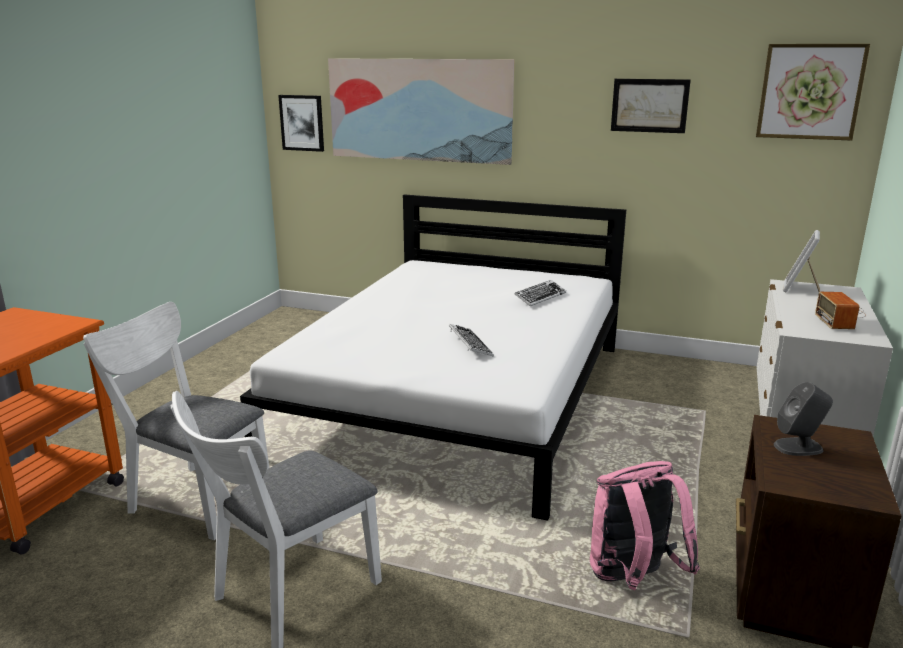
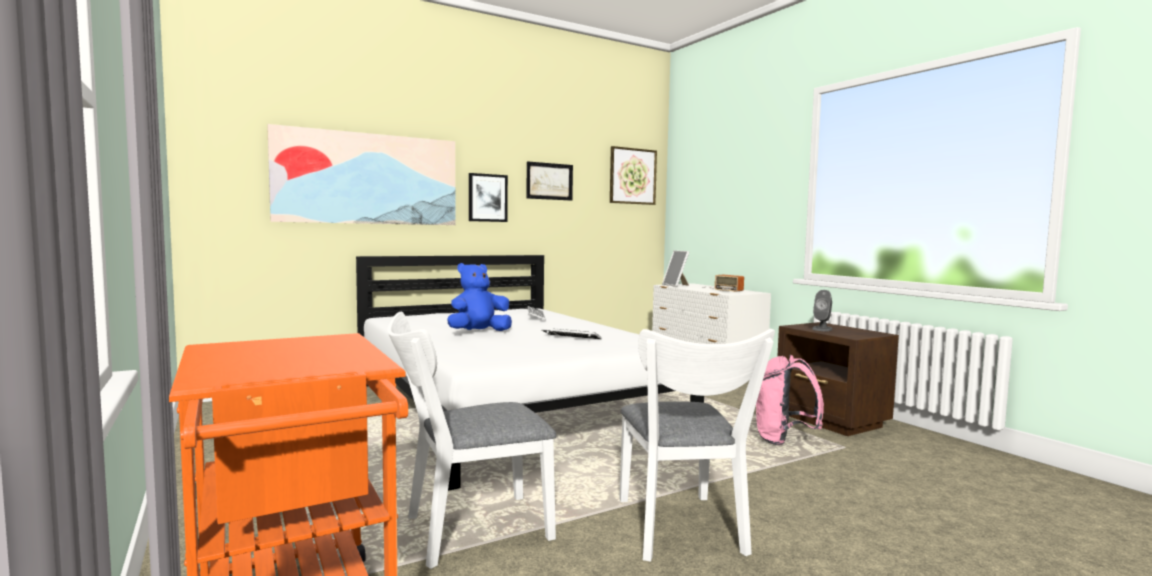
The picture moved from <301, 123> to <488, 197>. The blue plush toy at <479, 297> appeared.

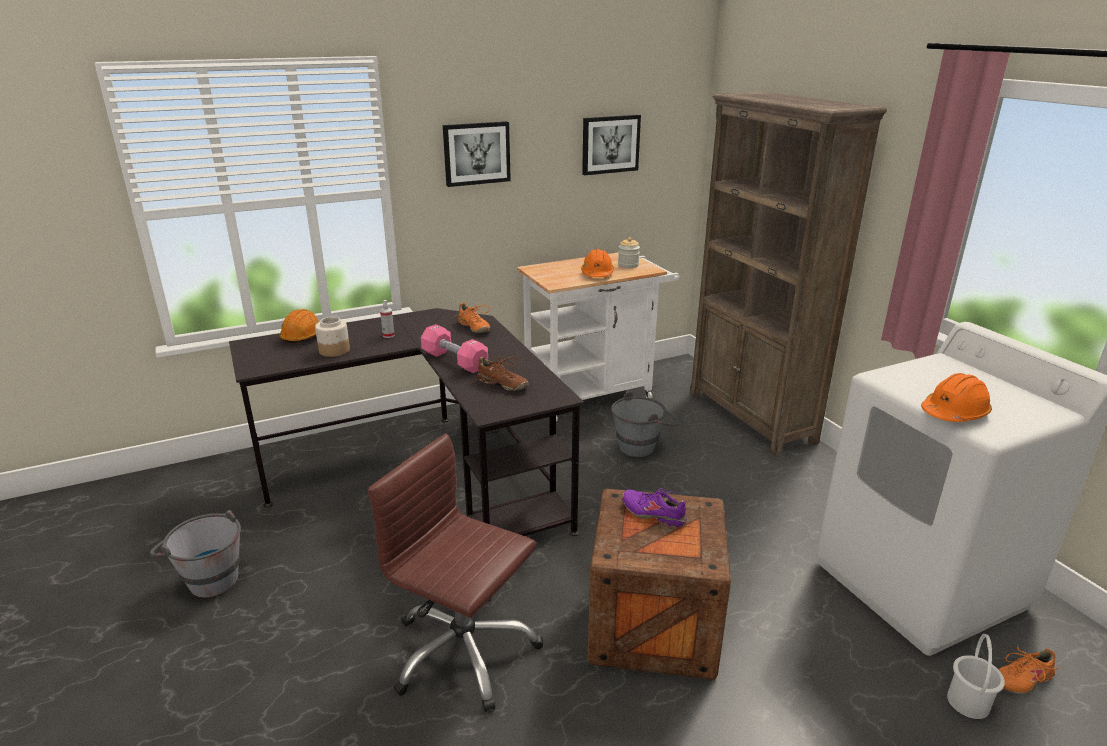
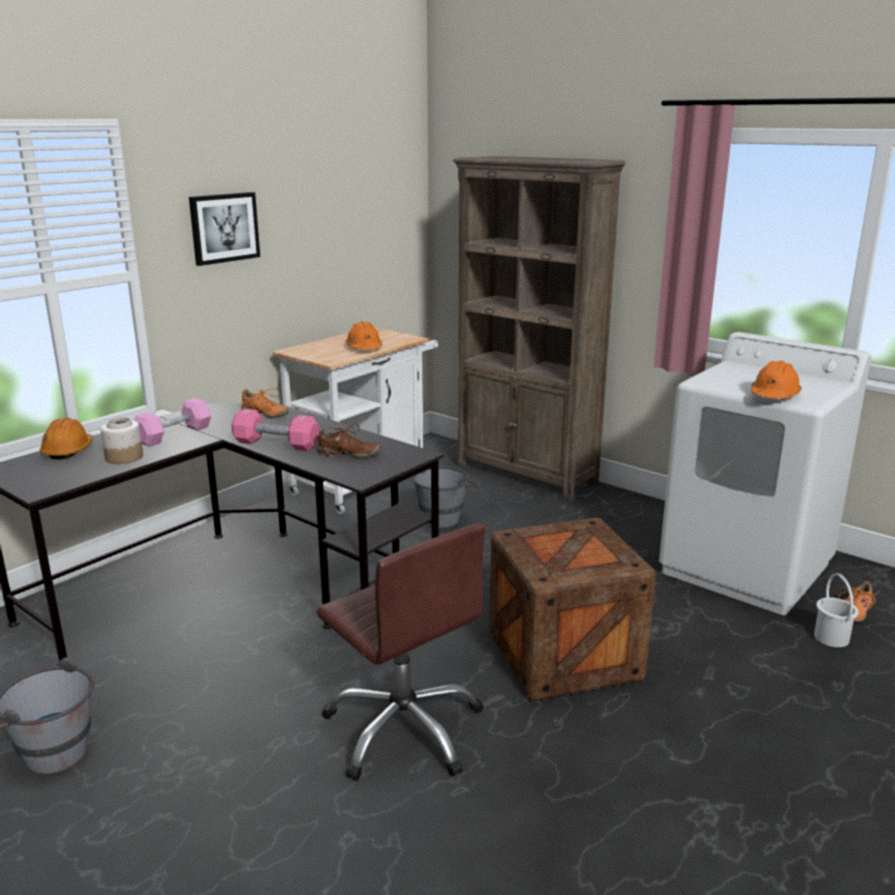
The picture at <611, 145> disappeared. The jar at <629, 252> disappeared. The spray bottle at <387, 319> was replaced by the pink dumbbell at <173, 422>. The brown office chair at <456, 572> turned 135 degrees counterclockwise. The purple shoe at <654, 508> disappeared.

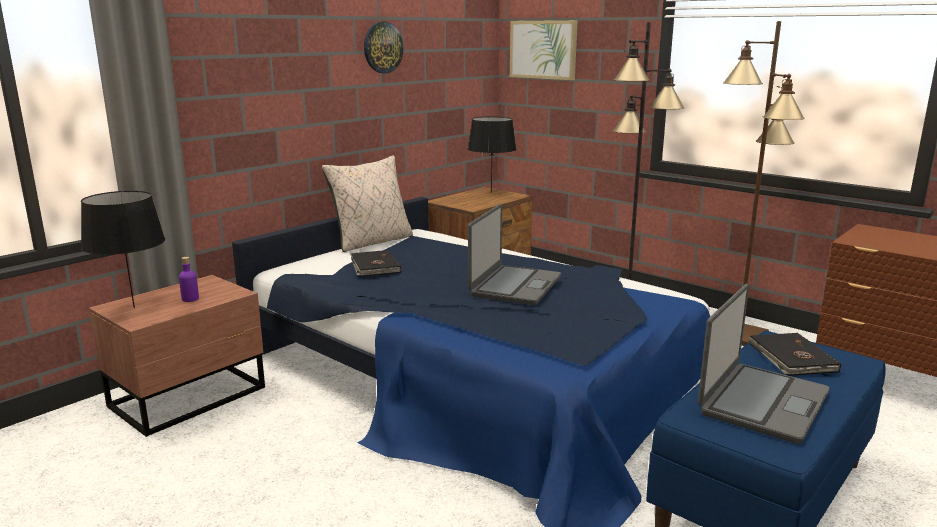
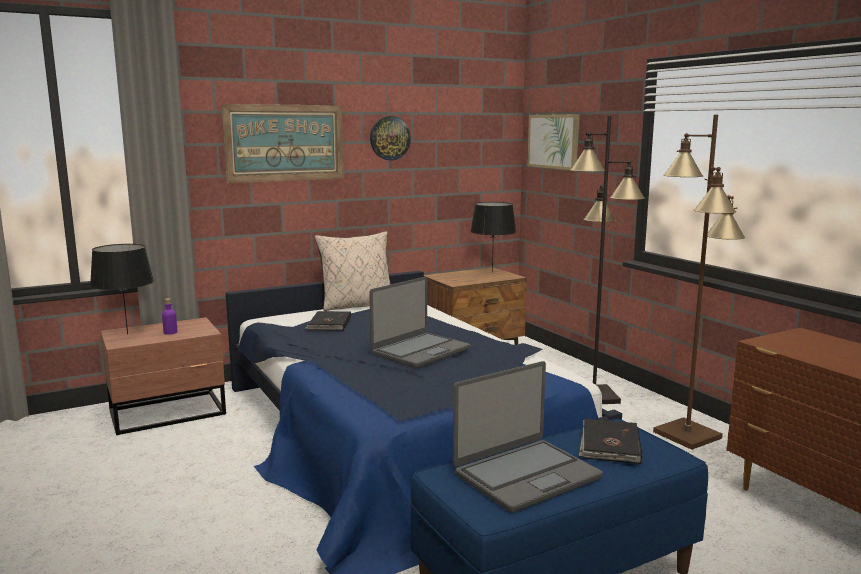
The picture at <282, 143> appeared.

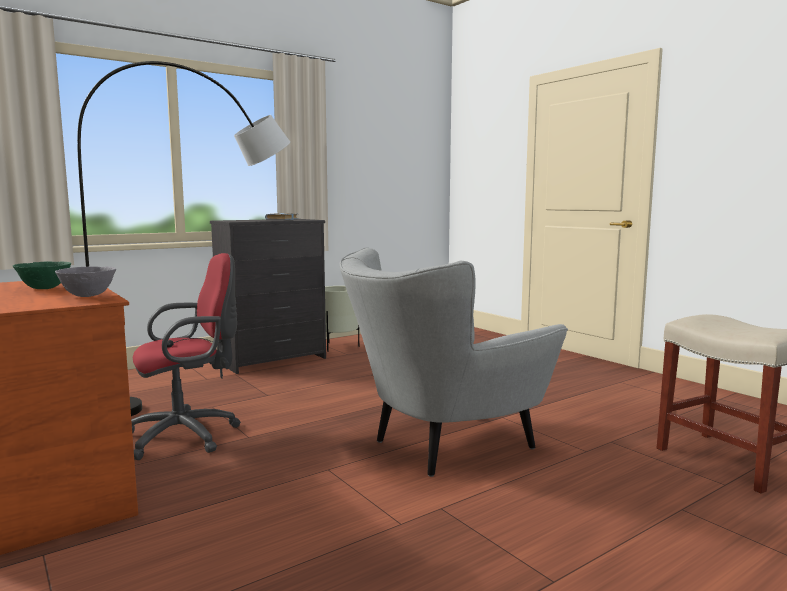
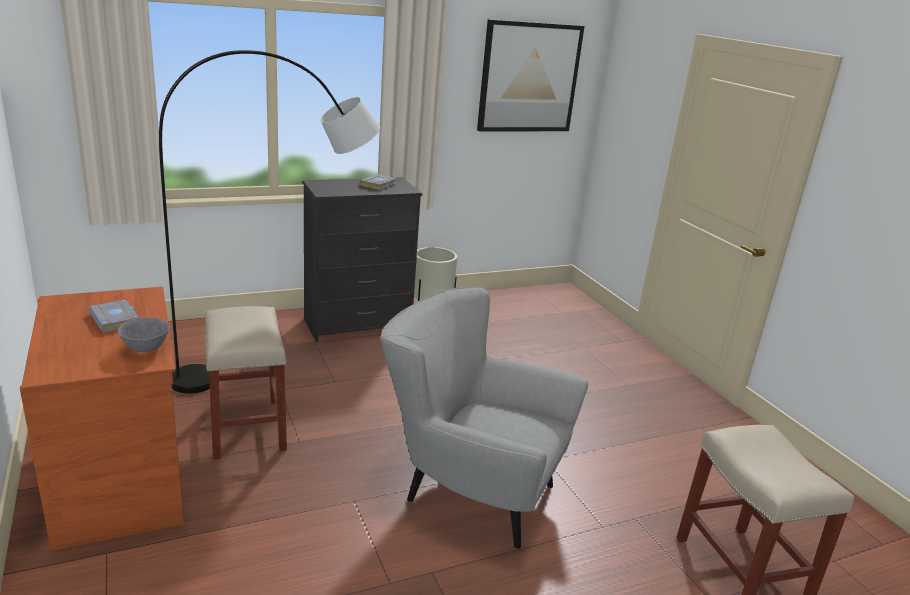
The grey armchair at <453, 362> turned 45 degrees clockwise. The red office chair at <186, 356> was replaced by the beige stool at <246, 383>. The green bowl at <42, 275> was replaced by the grey book at <113, 316>. The picture at <531, 75> appeared.

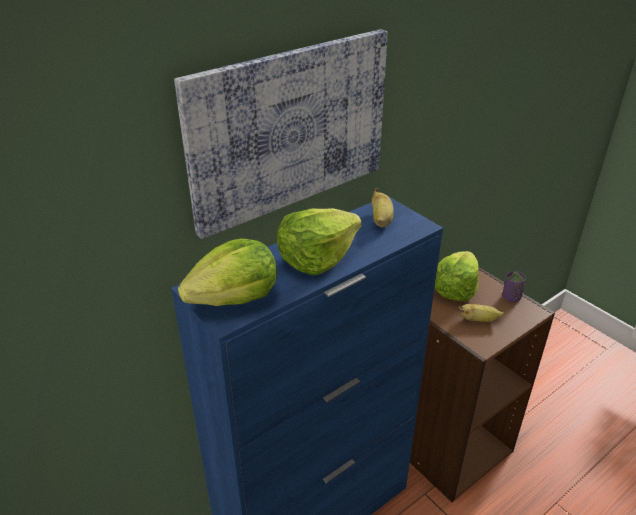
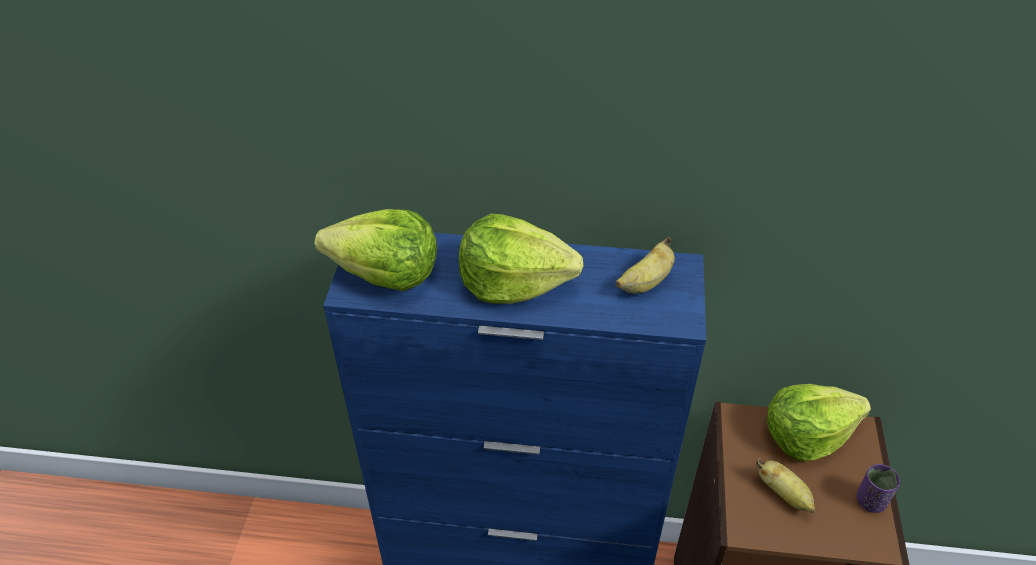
The picture at <281, 134> disappeared.

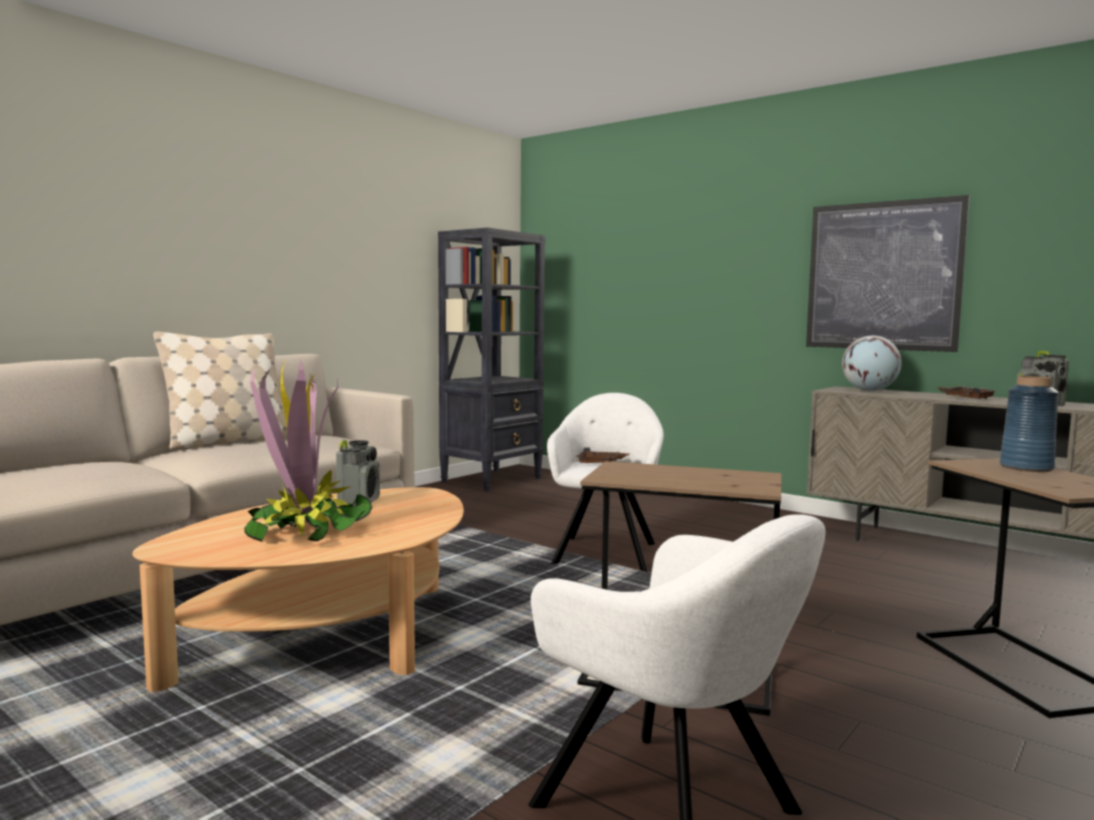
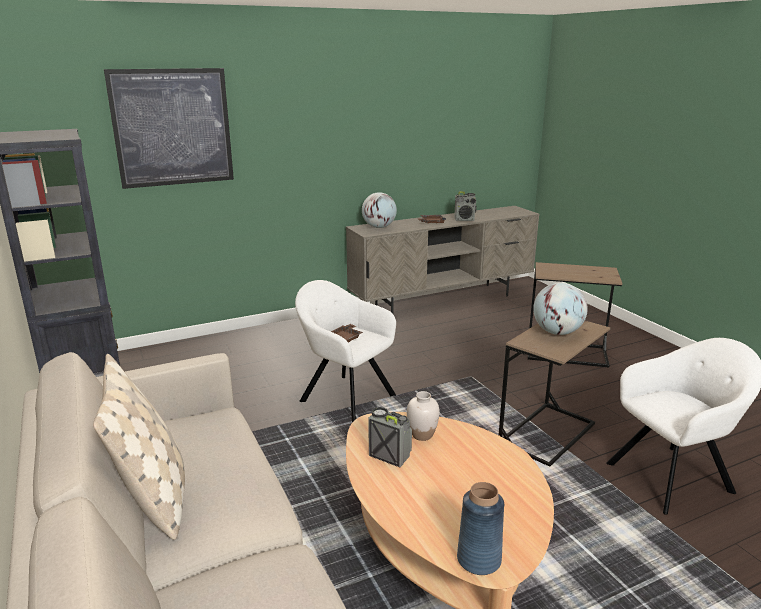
The picture moved from <888, 273> to <169, 128>. The potted plant at <308, 450> disappeared. The blue vase moved from <1029, 424> to <480, 528>. The globe at <560, 309> appeared. The white vase at <423, 416> appeared.

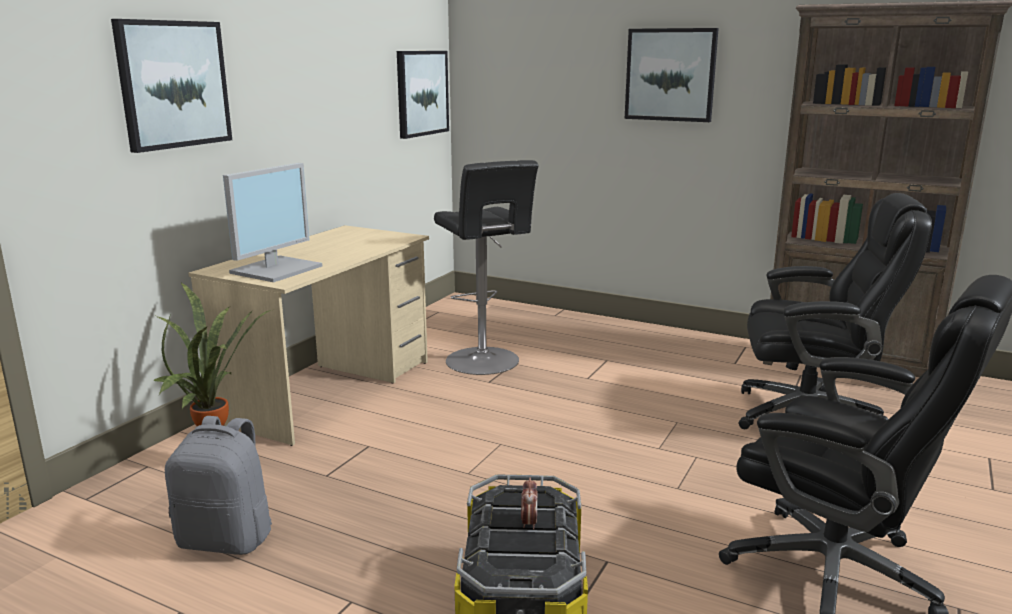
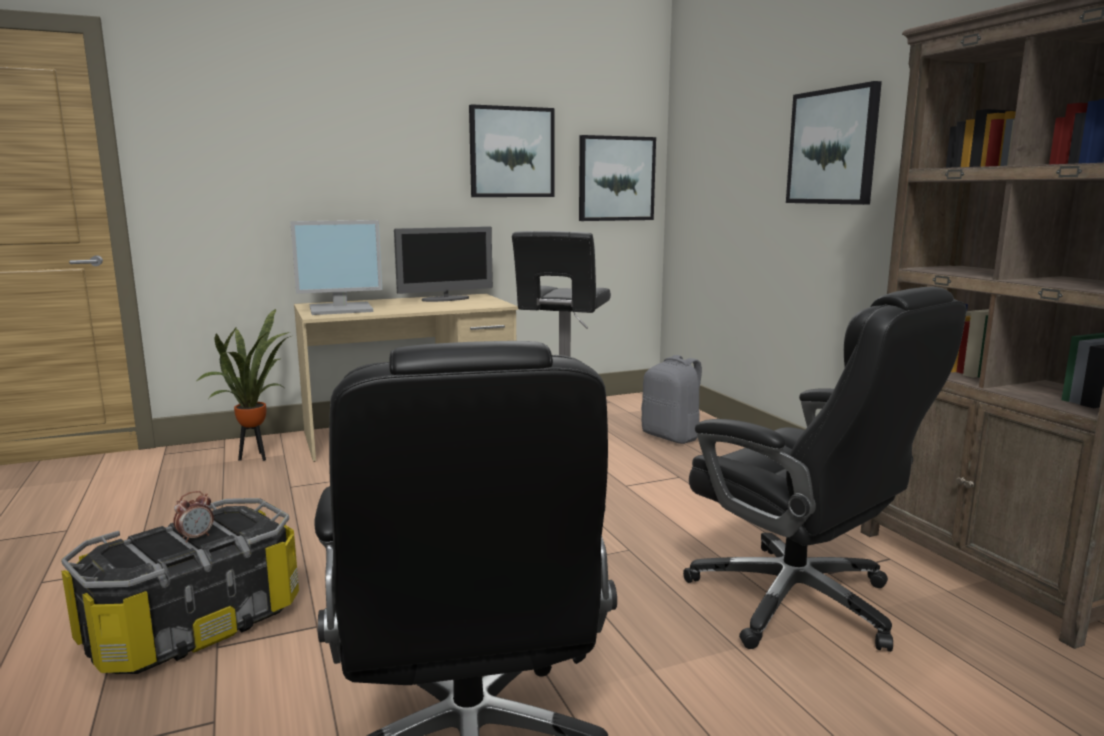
The picture moved from <171, 86> to <511, 150>. The grey backpack moved from <218, 485> to <671, 399>. The monitor at <443, 264> appeared.

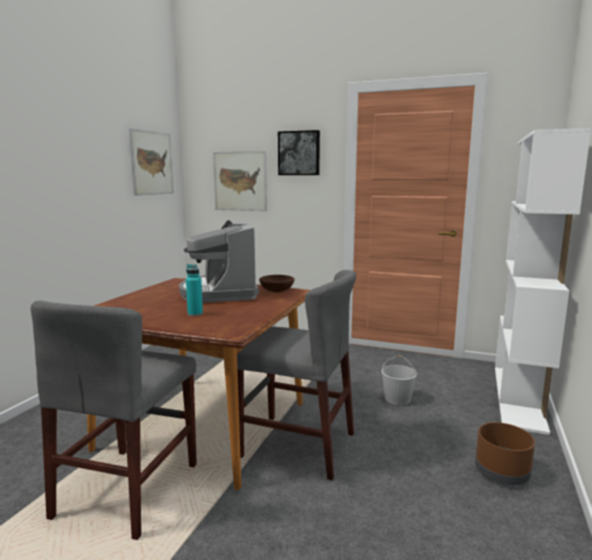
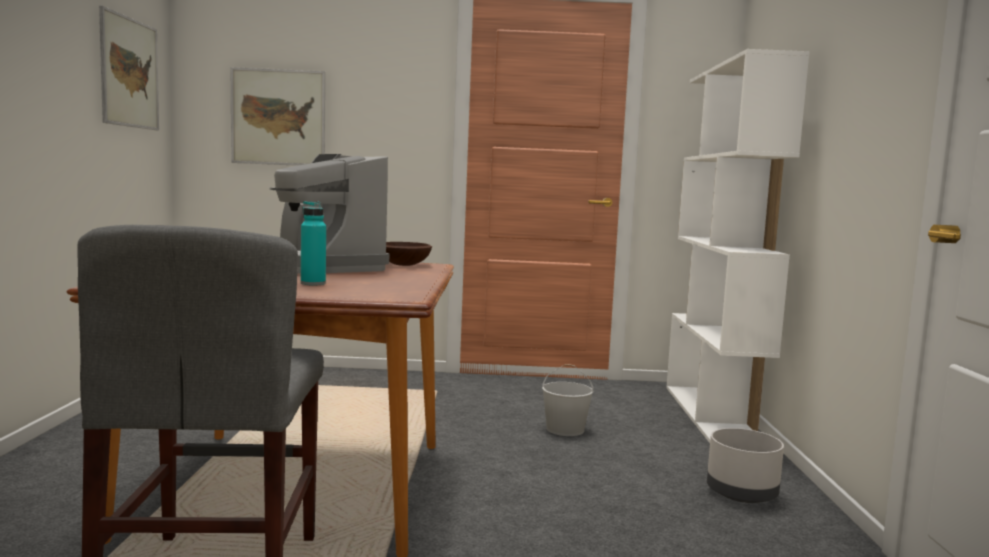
The picture at <299, 152> disappeared. The grey chair at <296, 375> disappeared. The brown planter at <505, 453> became the grey planter at <745, 465>.

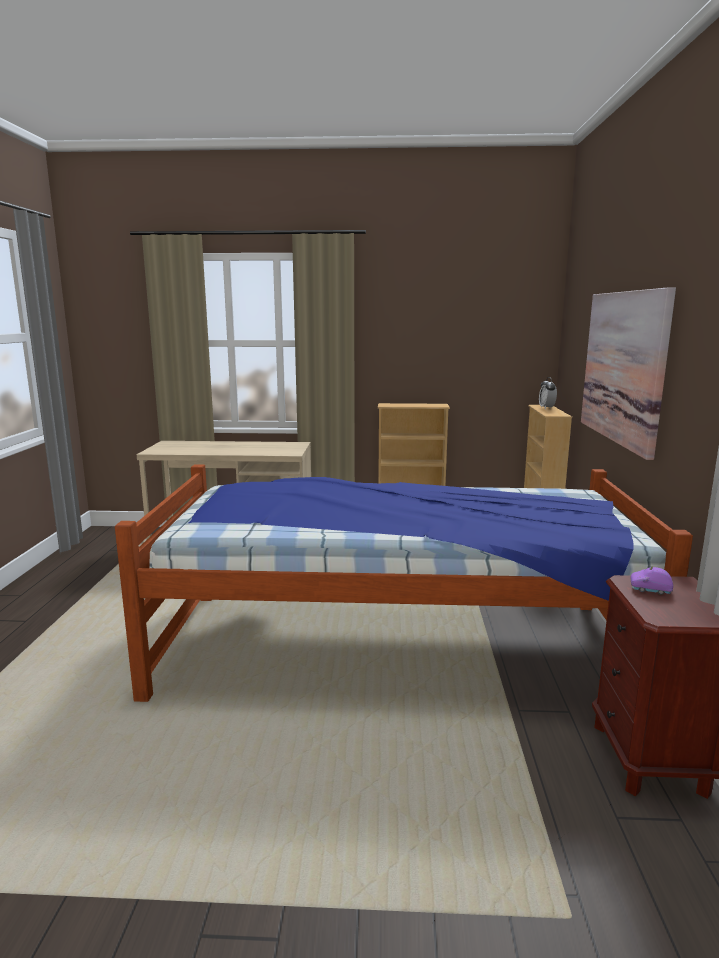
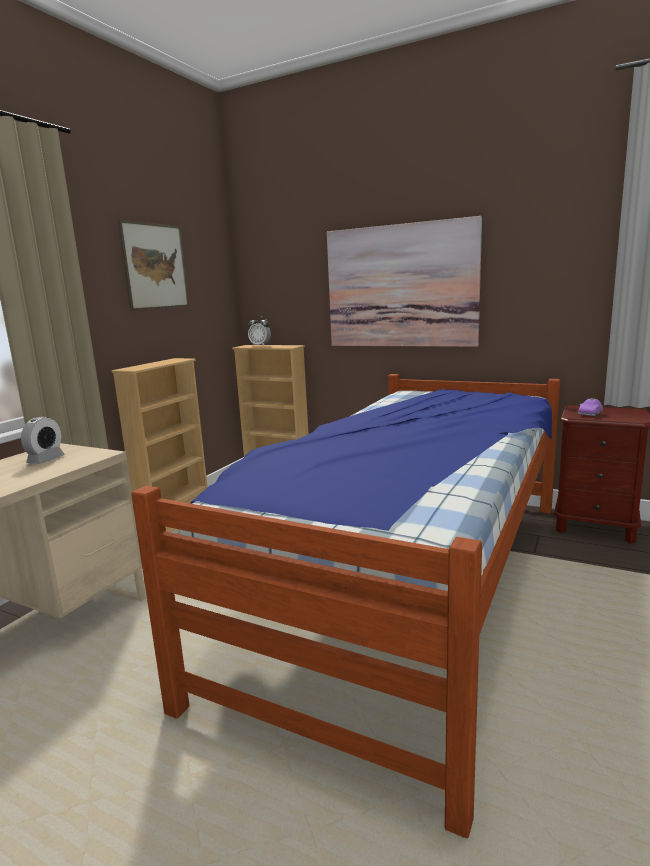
The picture at <153, 265> appeared. The alarm clock at <43, 440> appeared.

